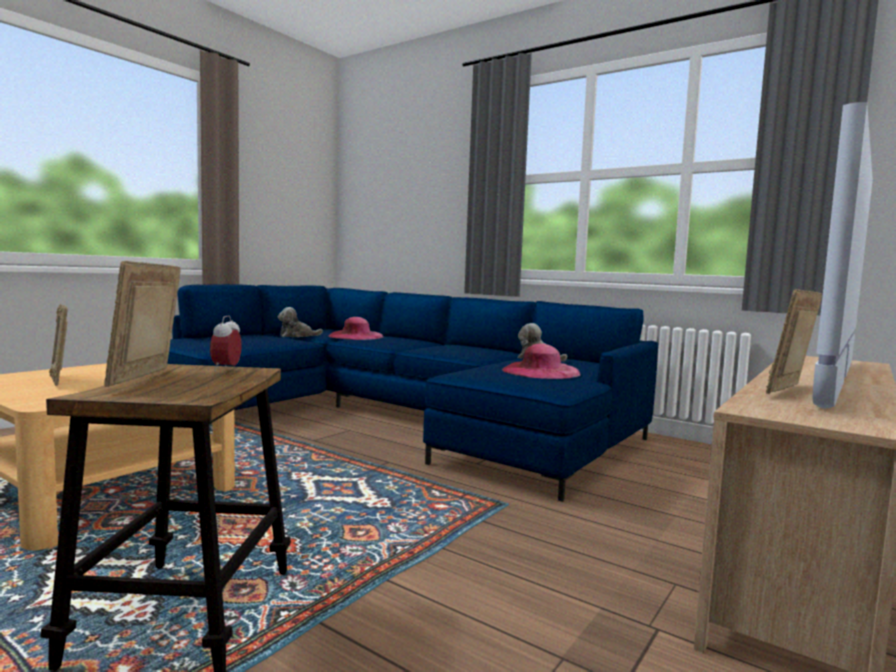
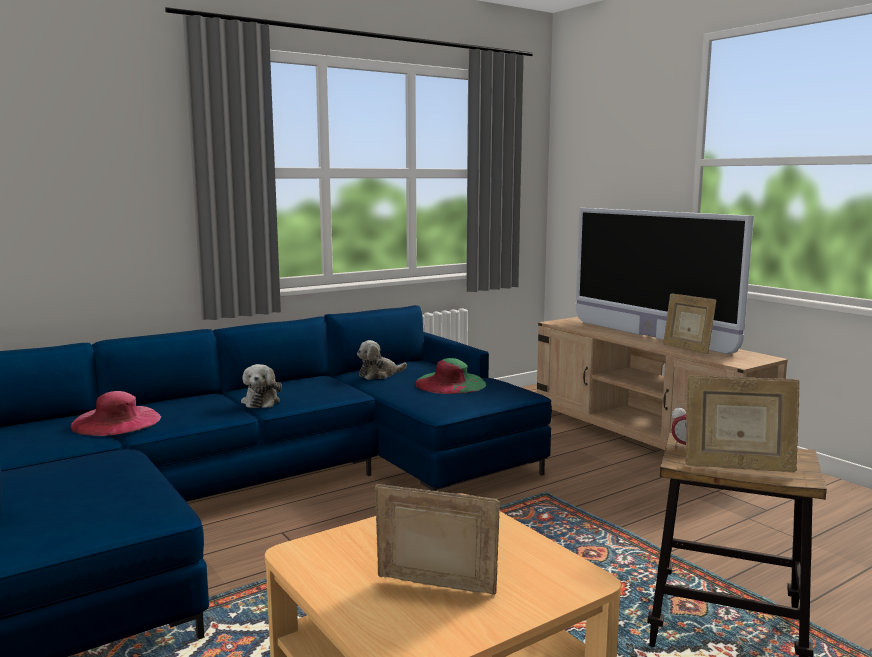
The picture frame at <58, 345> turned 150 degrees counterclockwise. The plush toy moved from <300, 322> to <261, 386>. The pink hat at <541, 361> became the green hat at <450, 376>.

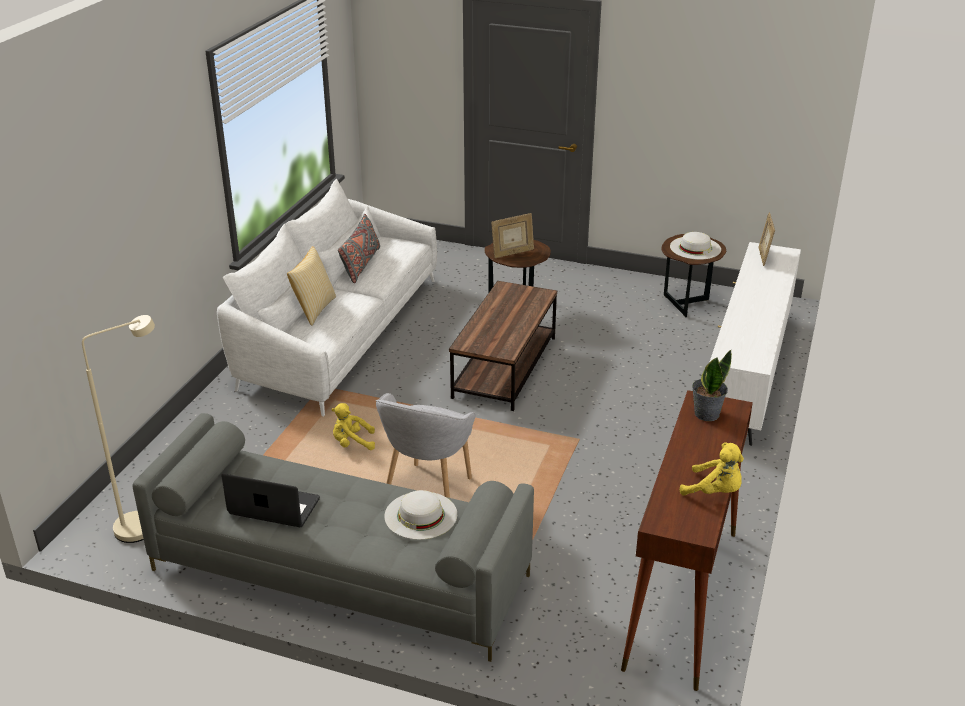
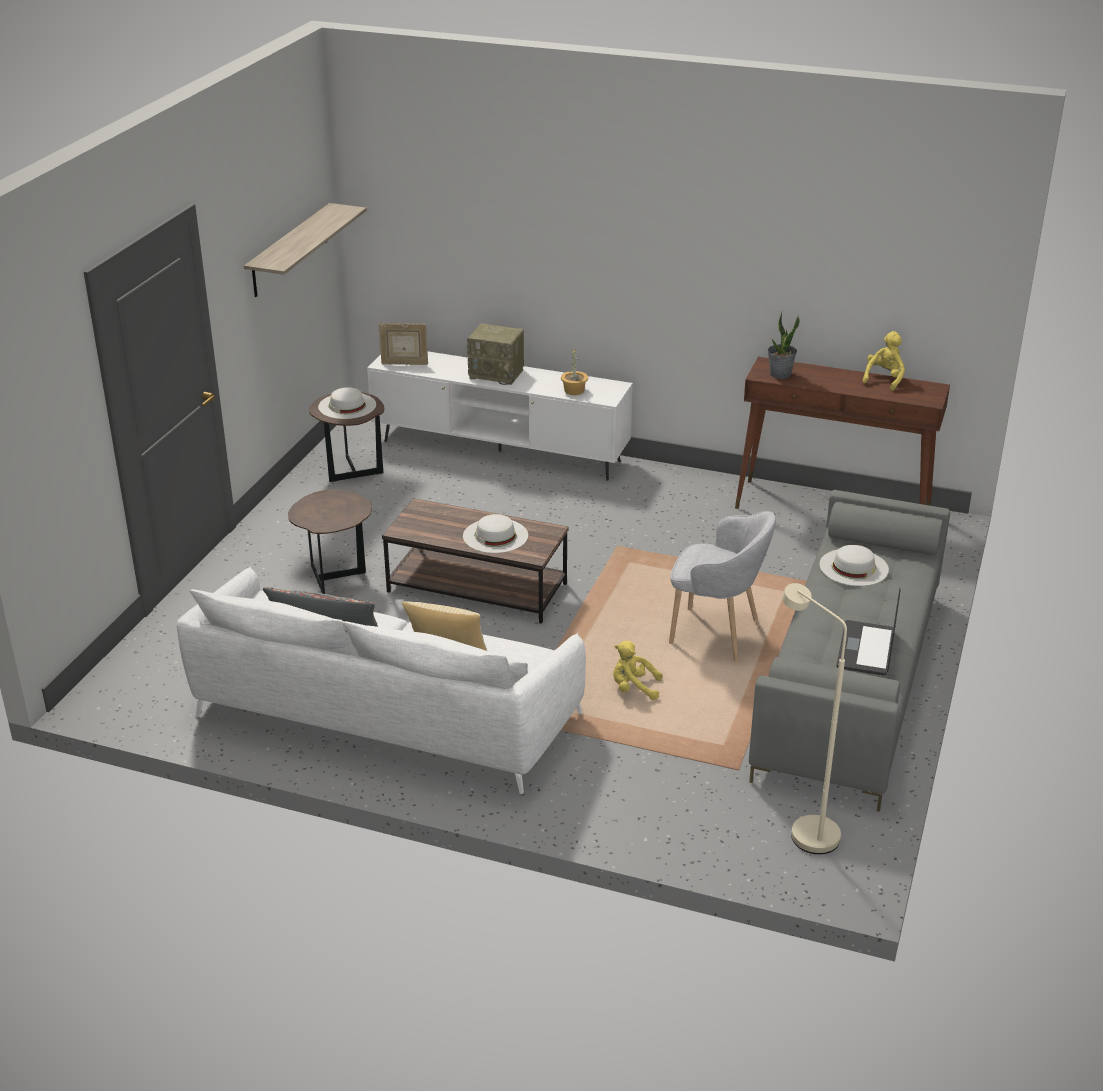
The picture frame at <512, 235> disappeared. The yellow plush toy at <353, 426> turned 105 degrees clockwise. The shelf at <305, 250> appeared. The radio at <495, 354> appeared. The potted plant at <574, 372> appeared. The white hat at <495, 533> appeared.

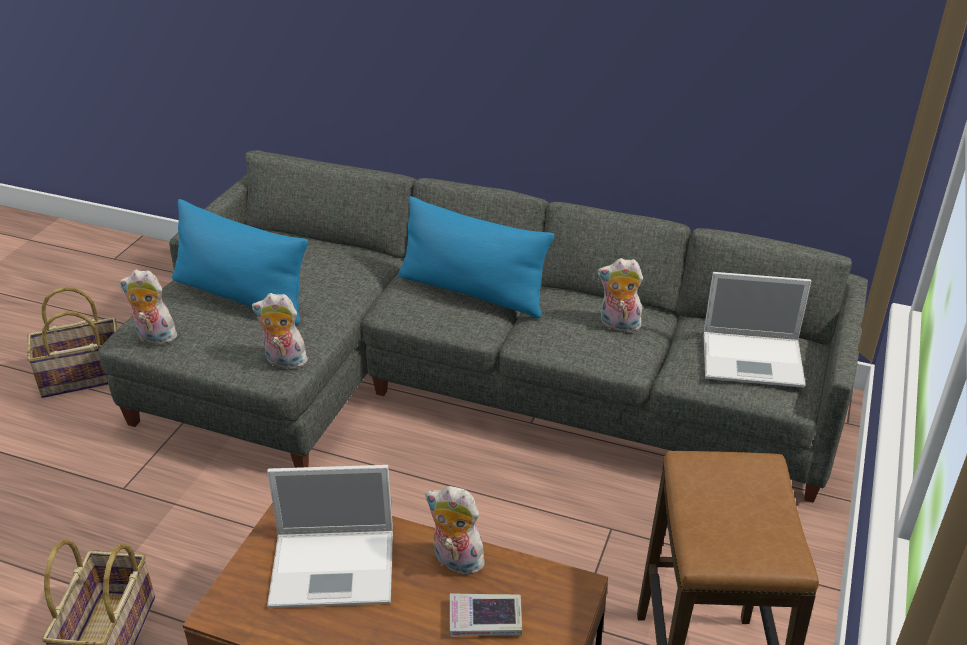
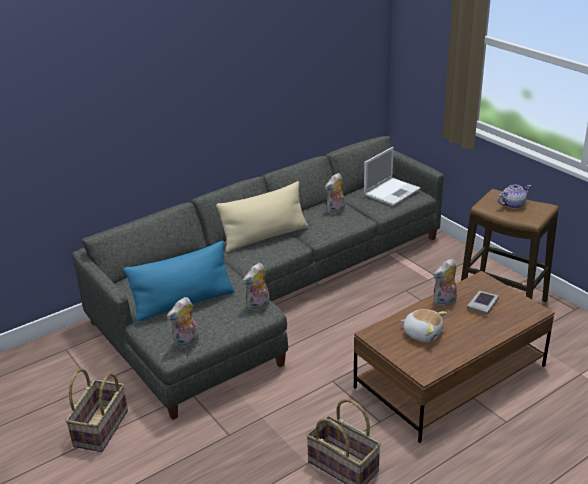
The blue pillow at <476, 257> became the beige pillow at <262, 216>. The laptop at <330, 536> was replaced by the plush toy at <423, 325>. The teapot at <514, 196> appeared.

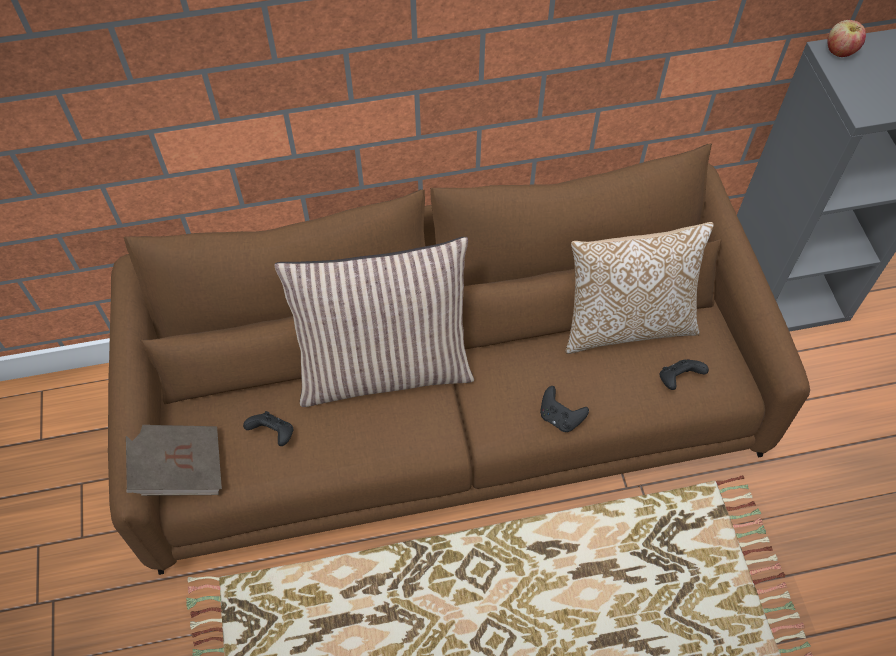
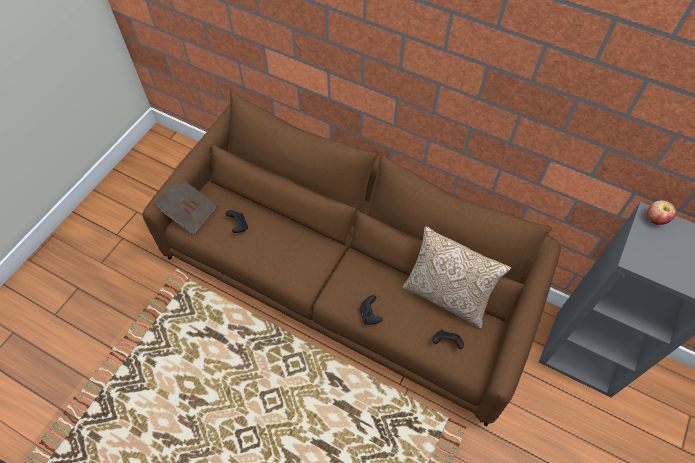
The pillow at <374, 322> disappeared.

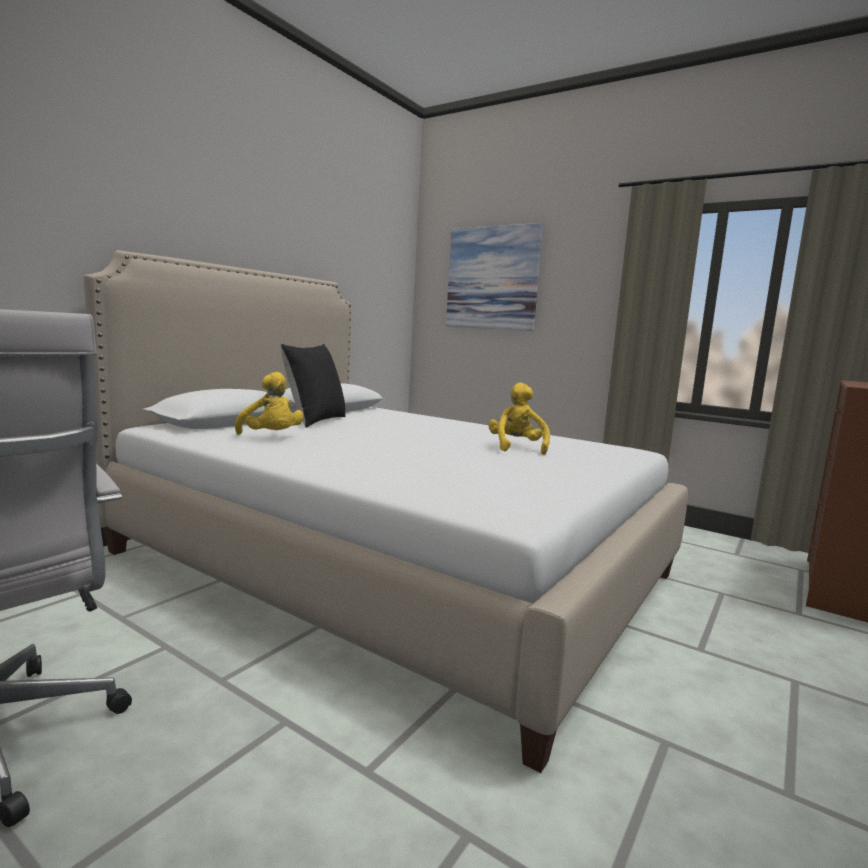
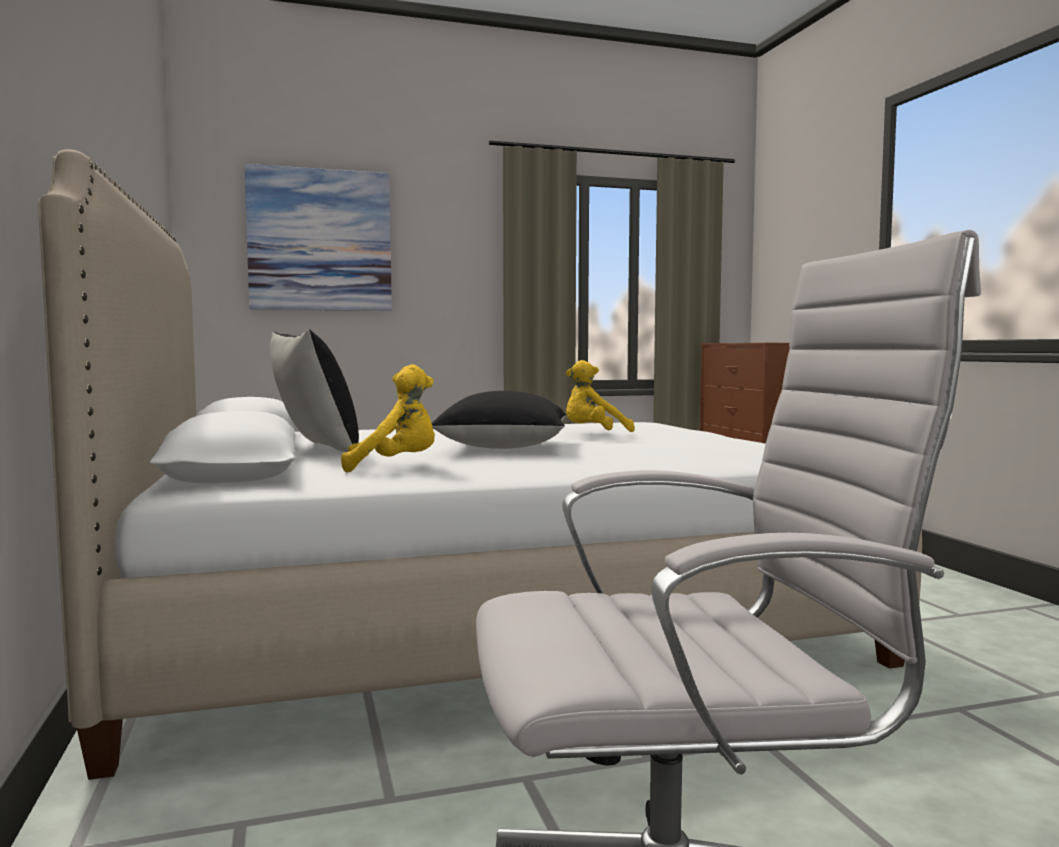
The yellow plush toy at <519, 419> turned 60 degrees counterclockwise. The black pillow at <499, 420> appeared.

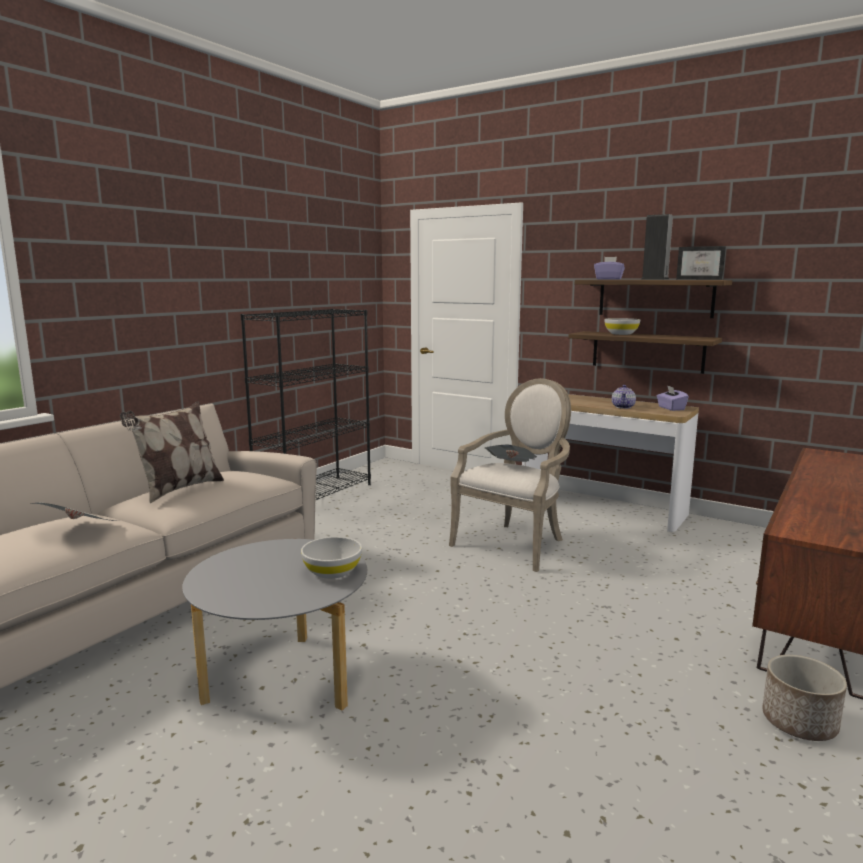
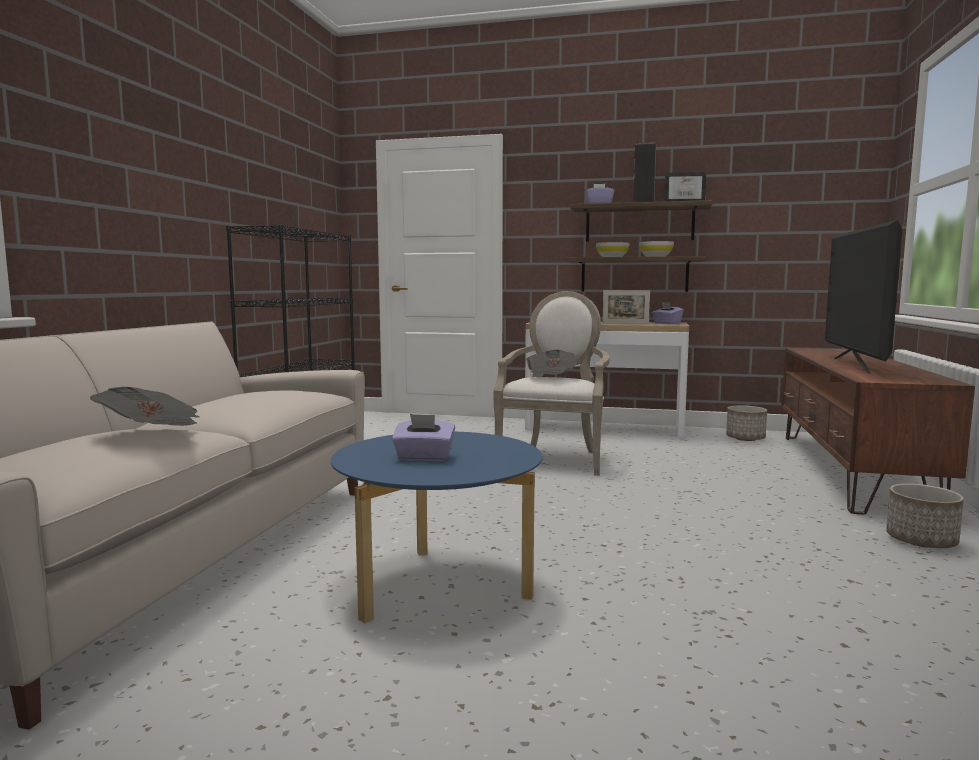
The teapot at <624, 397> was replaced by the picture frame at <626, 307>. The pillow at <172, 452> disappeared. The white bowl moved from <331, 558> to <656, 249>. The grey coffee table at <274, 625> became the blue coffee table at <437, 527>. The television at <863, 297> appeared. The planter at <746, 423> appeared. The purple tissue box at <423, 437> appeared.

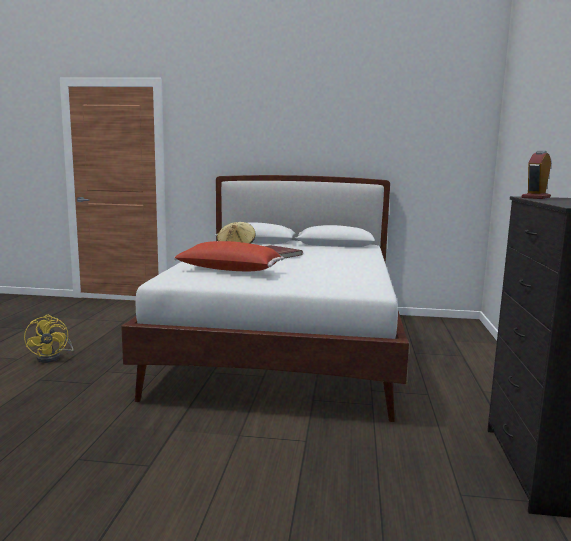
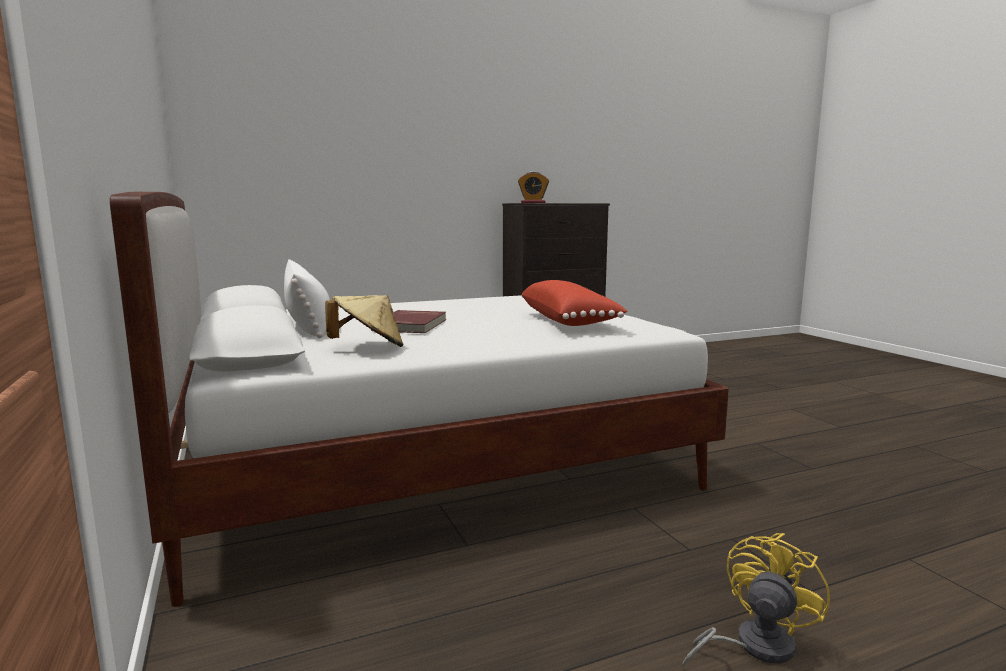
The white pillow at <307, 298> appeared.

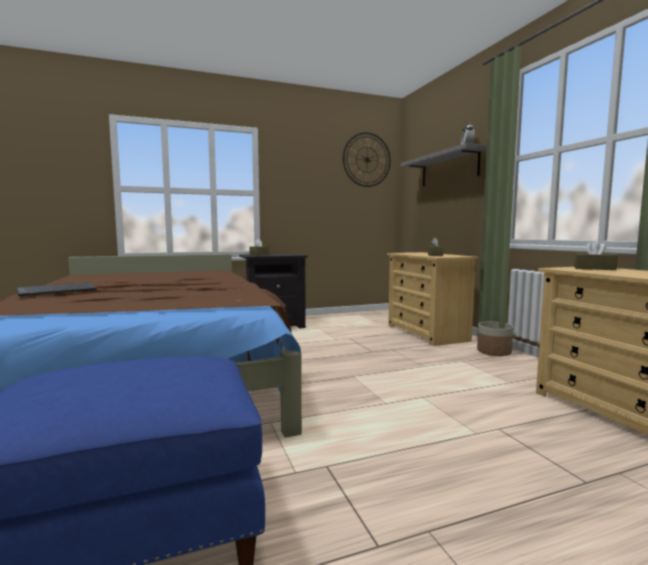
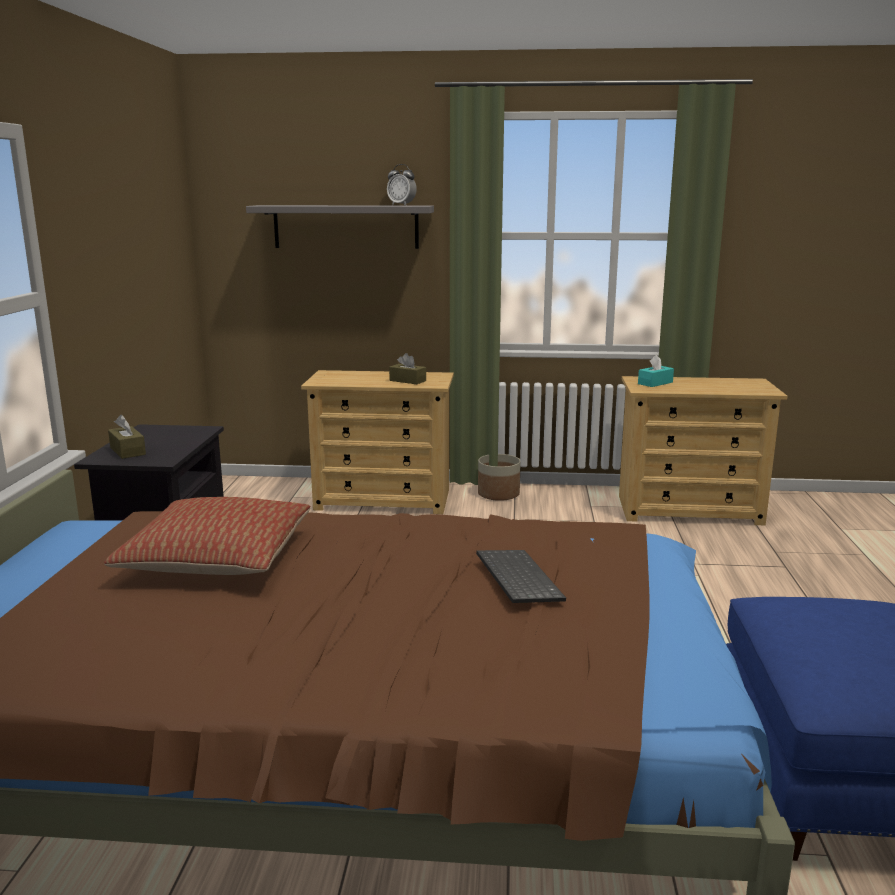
The wall clock at <367, 159> disappeared. The brown tissue box at <596, 255> became the turquoise tissue box at <656, 371>. The keyboard moved from <56, 289> to <521, 576>. The pillow at <207, 536> appeared.

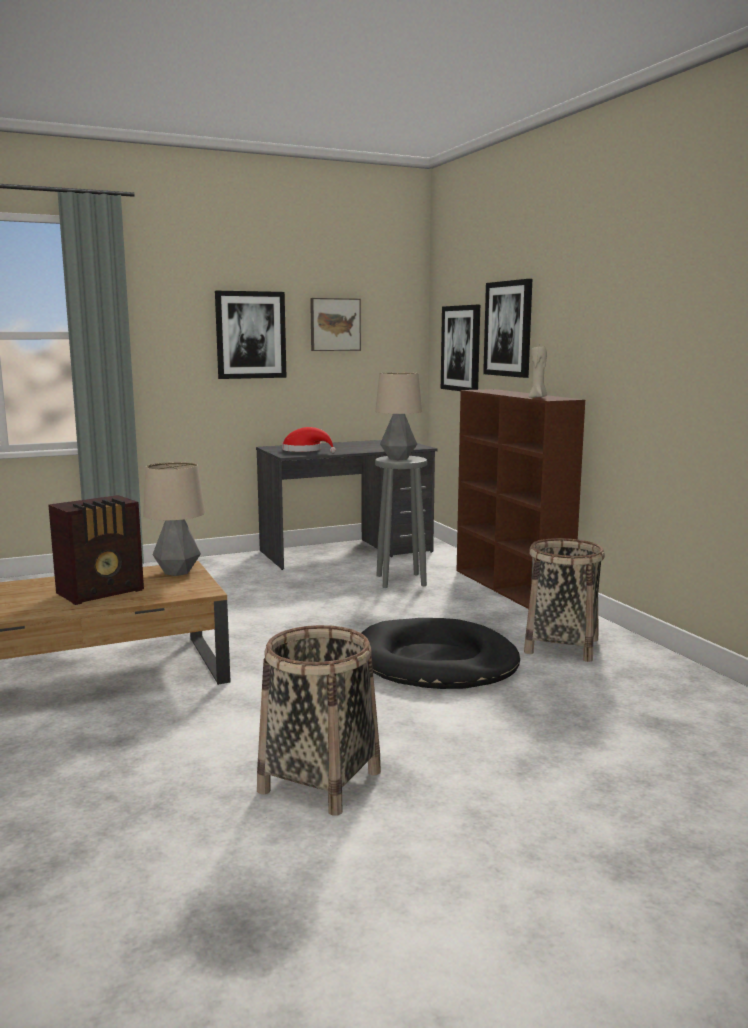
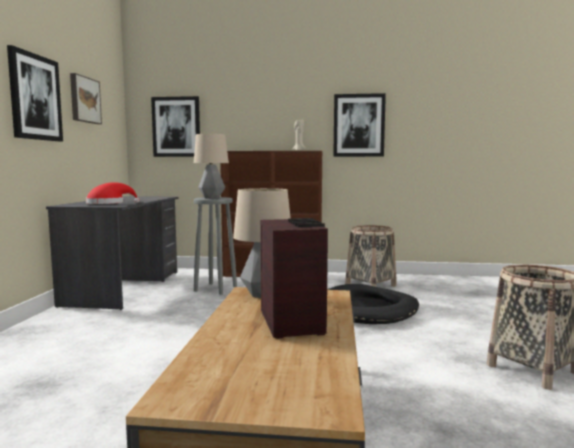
The picture moved from <507, 328> to <359, 125>.

